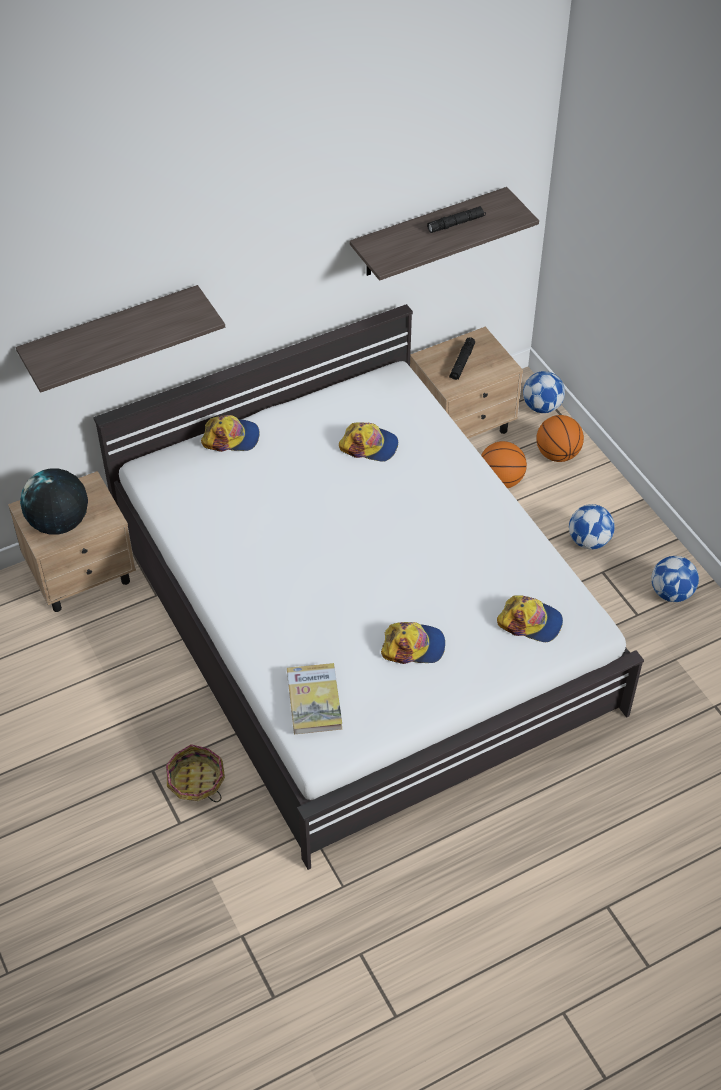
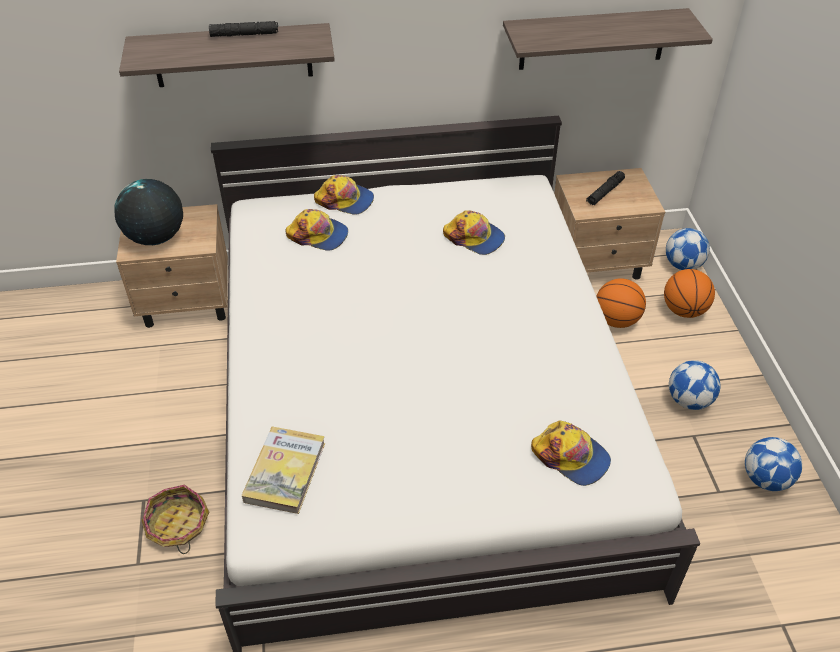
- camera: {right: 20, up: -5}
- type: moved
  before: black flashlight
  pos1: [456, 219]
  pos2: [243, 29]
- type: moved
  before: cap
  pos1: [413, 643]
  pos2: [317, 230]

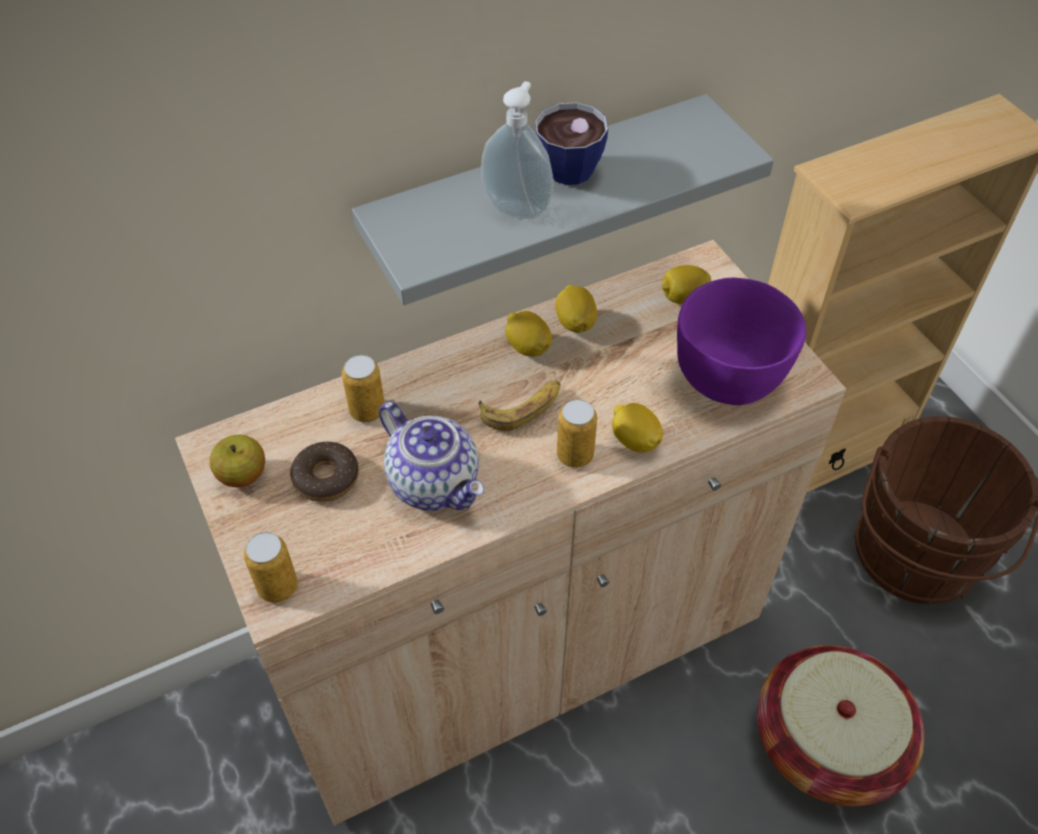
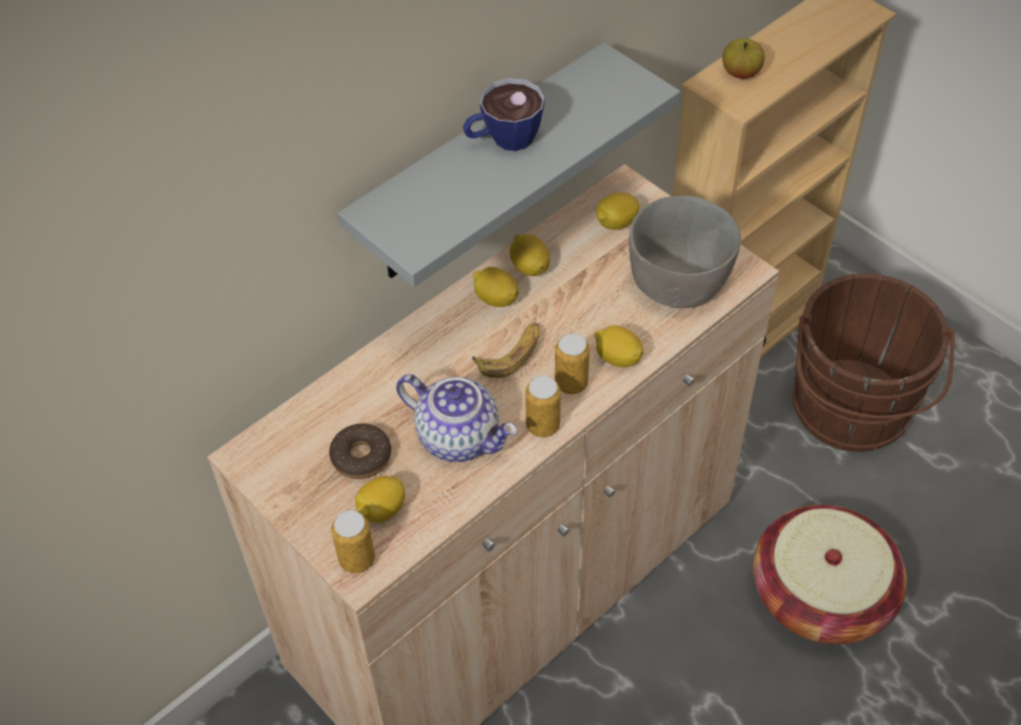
- camera: {right: -15, up: 0}
- type: added
  after: lemon
  pos2: [380, 499]
- type: moved
  before: can
  pos1: [363, 388]
  pos2: [543, 406]
- type: recoloured
  before: purple bowl
  after: grey bowl
  pos1: [741, 341]
  pos2: [685, 252]
- type: moved
  before: apple
  pos1: [237, 461]
  pos2: [744, 58]
- type: removed
  before: soap dispenser
  pos1: [517, 150]

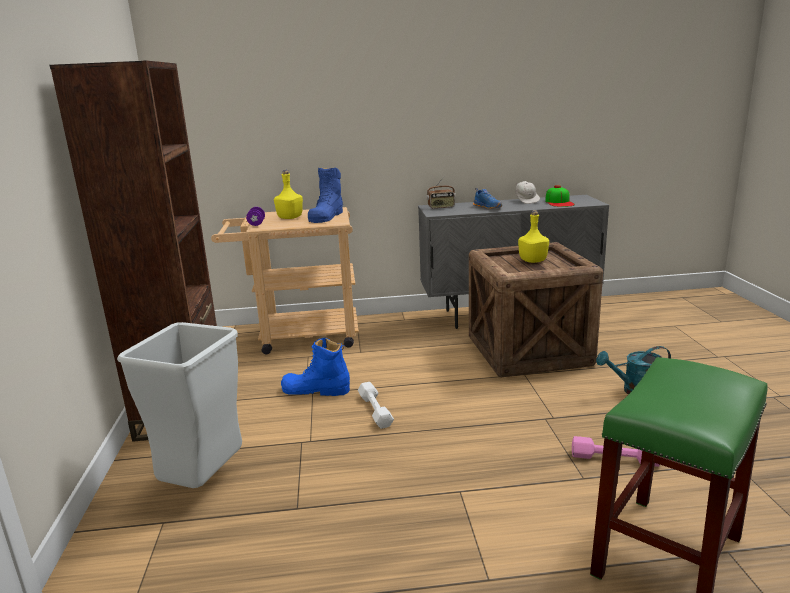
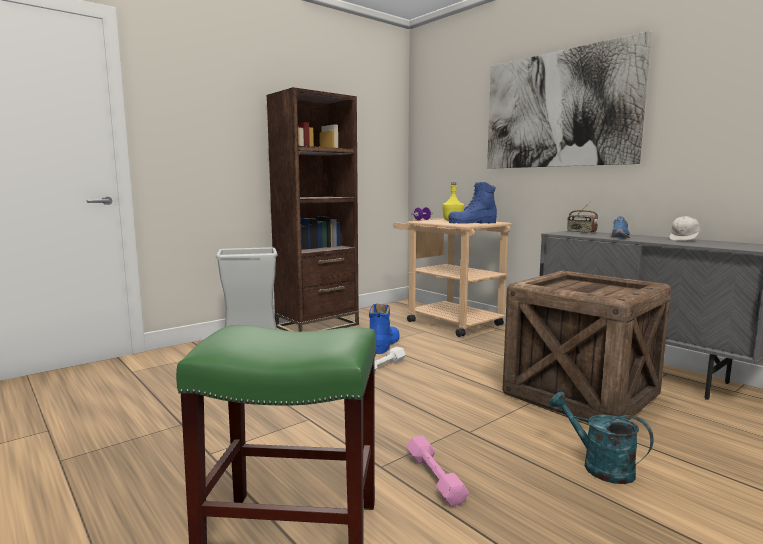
- camera: {right: 55, up: -10}
- type: turned
  before: blue boot
  pos1: [315, 367]
  pos2: [384, 329]
  turn: 45
- type: added
  after: picture
  pos2: [569, 100]
- type: removed
  before: yellow bottle
  pos1: [533, 236]
- type: removed
  before: cap
  pos1: [560, 196]

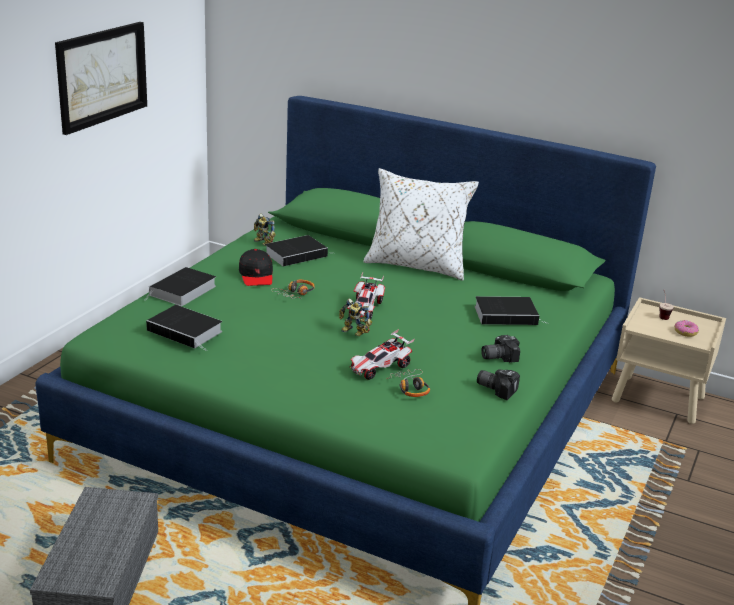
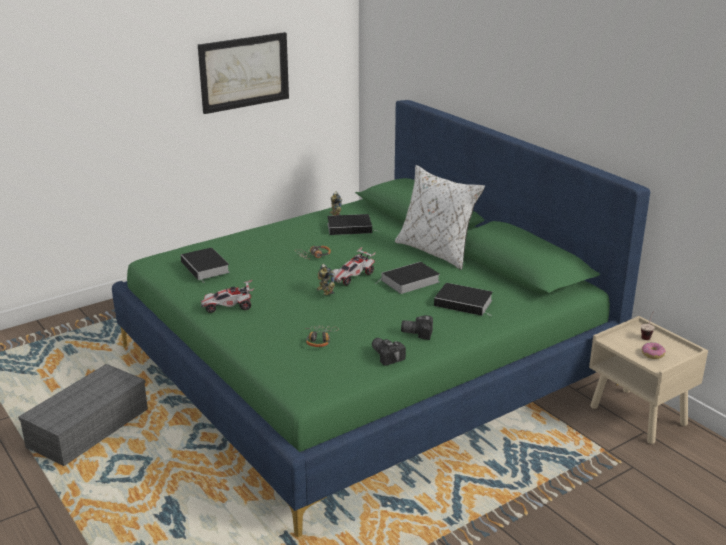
- camera: {right: 30, up: 0}
- type: moved
  before: toy car
  pos1: [382, 354]
  pos2: [227, 296]
- type: moved
  before: book
  pos1: [180, 286]
  pos2: [408, 278]
- type: removed
  before: black cap
  pos1: [256, 267]

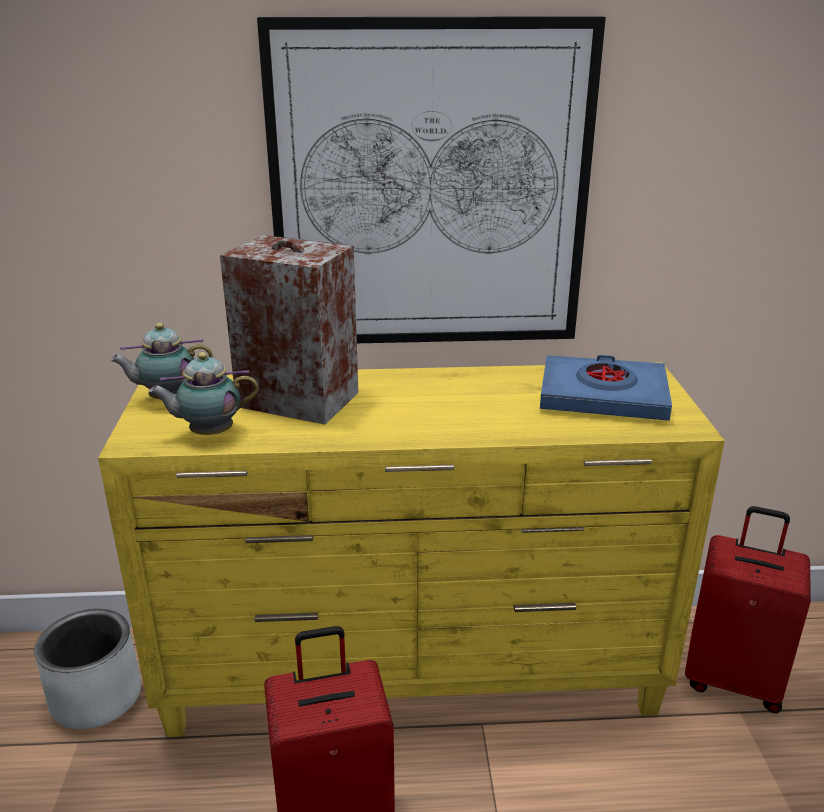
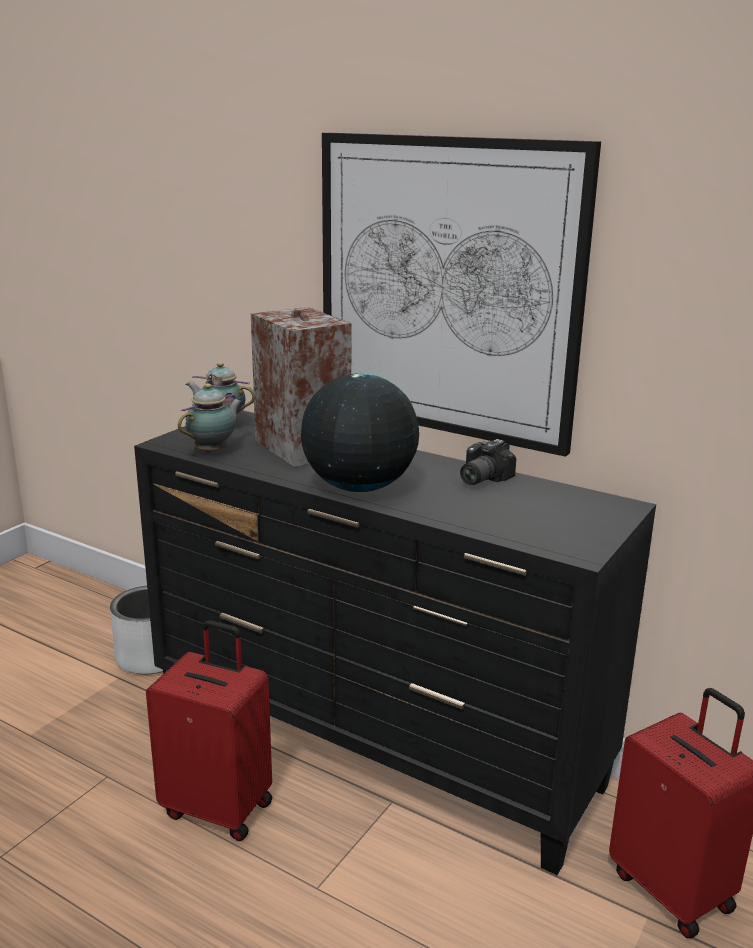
- camera: {right: 35, up: -5}
- type: recoloured
  before: yellow dresser
  after: black dresser
  pos1: [411, 549]
  pos2: [395, 642]
- type: turned
  before: teapot
  pos1: [204, 393]
  pos2: [210, 418]
  turn: 105
- type: added
  after: globe
  pos2: [360, 432]
- type: added
  after: photo camera
  pos2: [488, 462]
- type: removed
  before: blue book
  pos1: [606, 388]

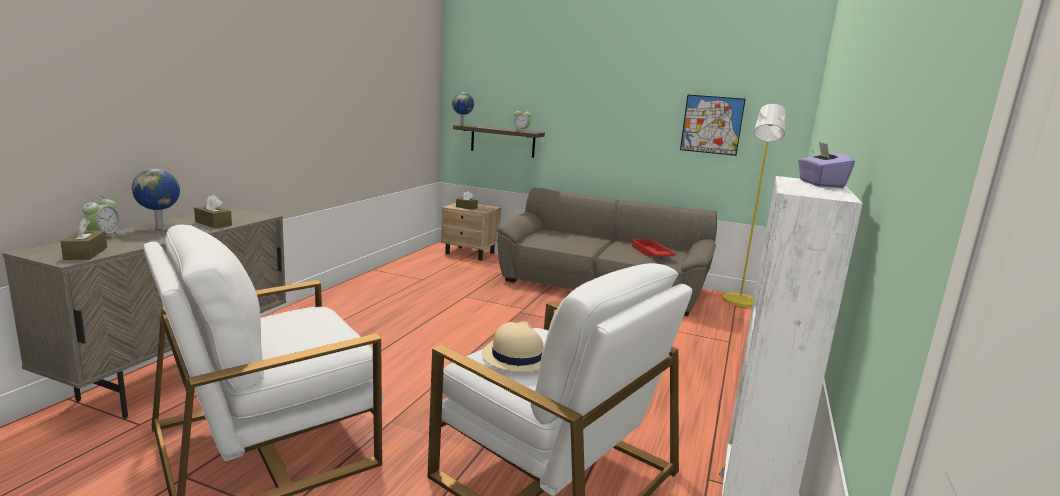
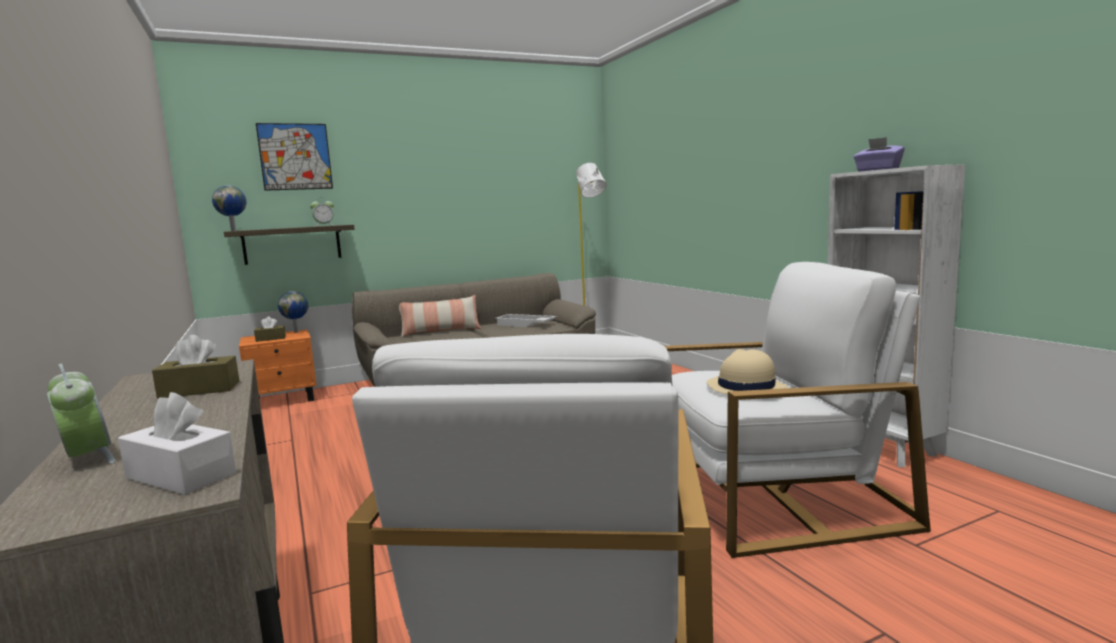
- camera: {right: -45, up: -5}
- type: recoloured
  before: brown tissue box
  after: white tissue box
  pos1: [84, 239]
  pos2: [177, 443]
- type: recoloured
  before: beige nightstand
  after: orange nightstand
  pos1: [471, 231]
  pos2: [278, 365]
- type: moved
  before: picture
  pos1: [713, 125]
  pos2: [294, 157]
- type: moved
  before: globe
  pos1: [156, 199]
  pos2: [293, 311]
- type: added
  after: pillow
  pos2: [440, 316]
- type: recoloured
  before: red tray
  after: white tray
  pos1: [654, 247]
  pos2: [526, 320]

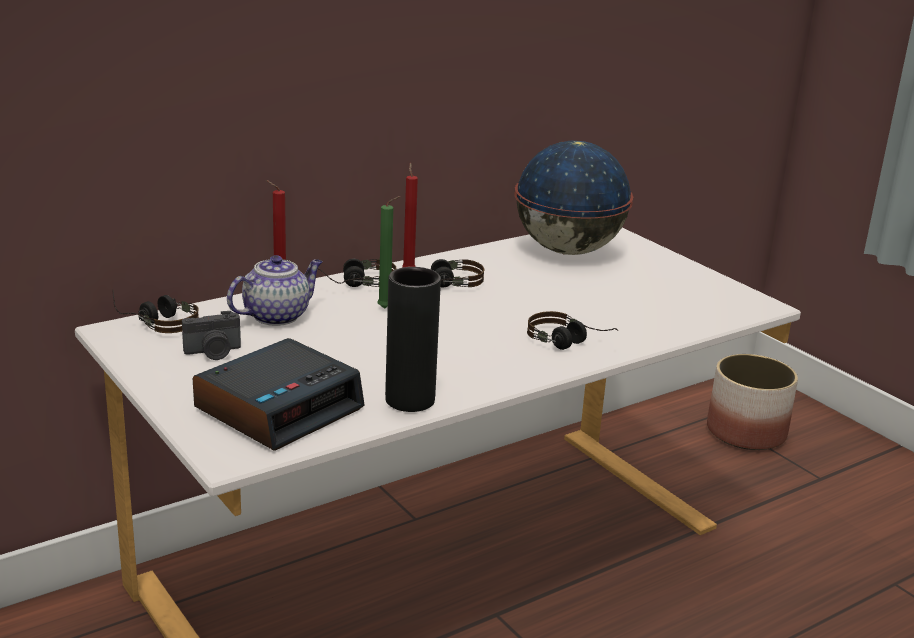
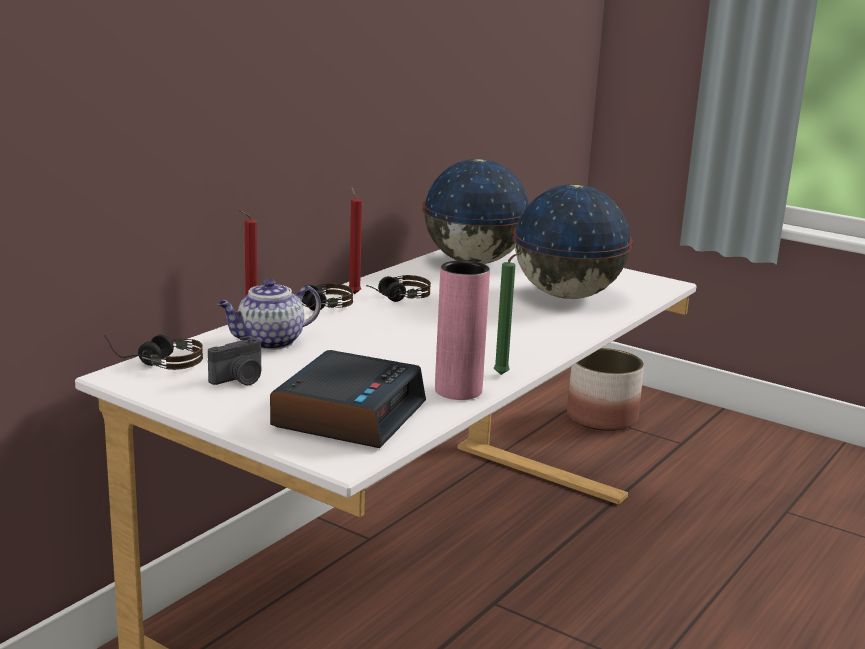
- camera: {right: -20, up: -5}
- type: turned
  before: teapot
  pos1: [275, 290]
  pos2: [269, 314]
  turn: -150
- type: recoloured
  before: black vase
  after: pink vase
  pos1: [413, 339]
  pos2: [462, 330]
- type: moved
  before: green candle
  pos1: [388, 252]
  pos2: [508, 313]
- type: added
  after: globe
  pos2: [573, 241]
- type: removed
  before: headphones
  pos1: [572, 330]

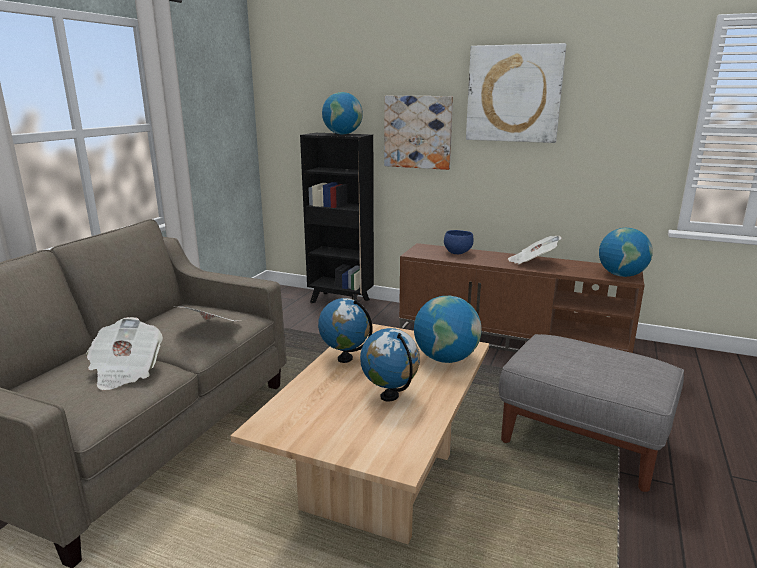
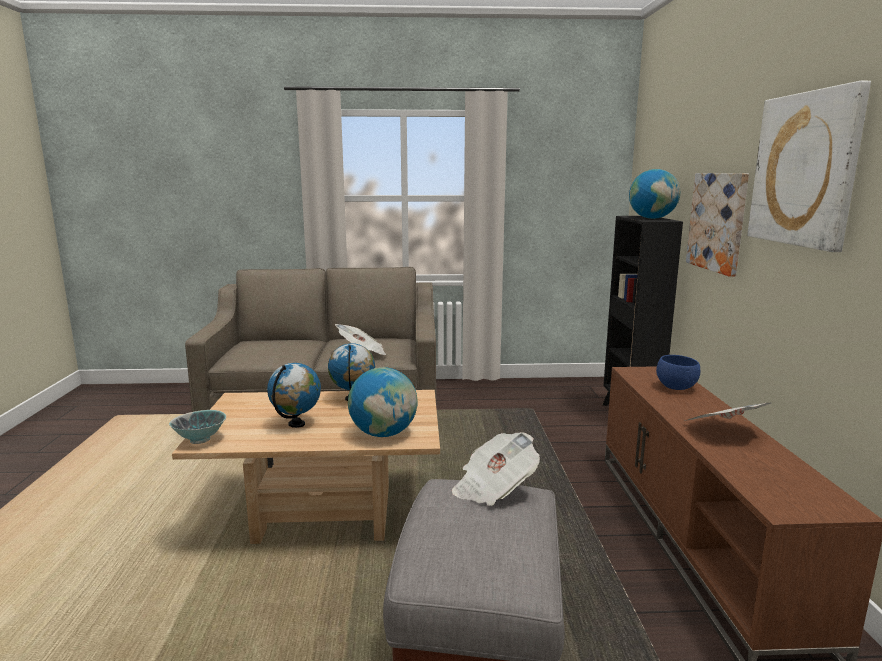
- camera: {right: 65, up: -5}
- type: added
  after: bowl
  pos2: [197, 427]
- type: moved
  before: newspaper
  pos1: [124, 353]
  pos2: [496, 469]
- type: removed
  before: globe
  pos1: [626, 252]

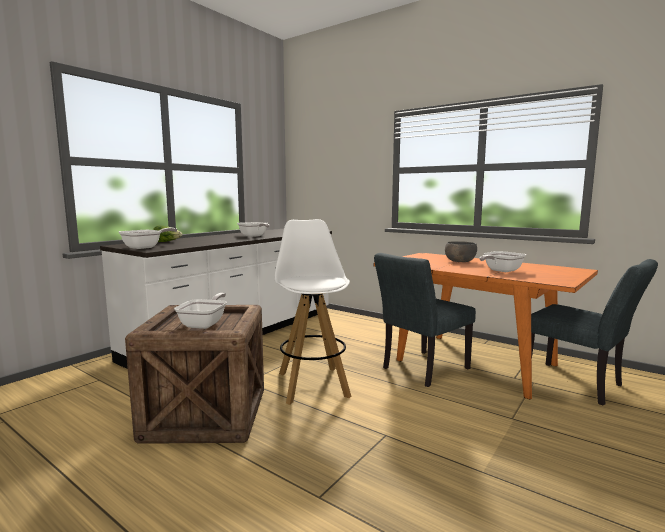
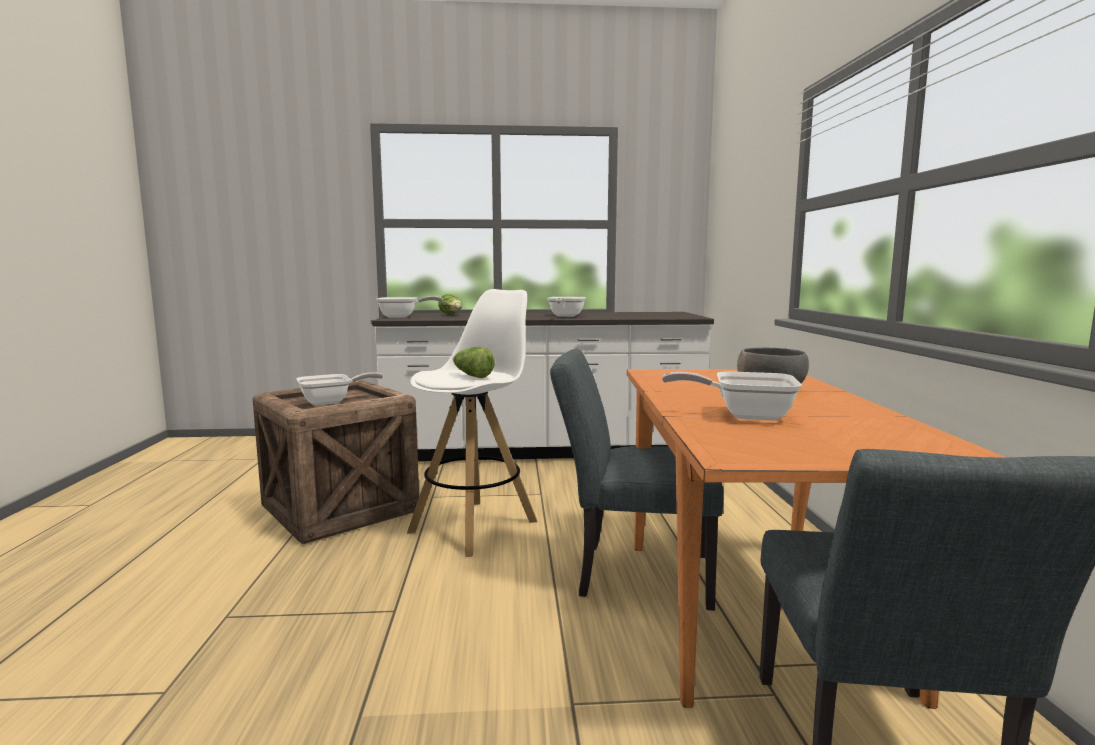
- camera: {right: 50, up: 0}
- type: added
  after: lettuce
  pos2: [474, 362]

